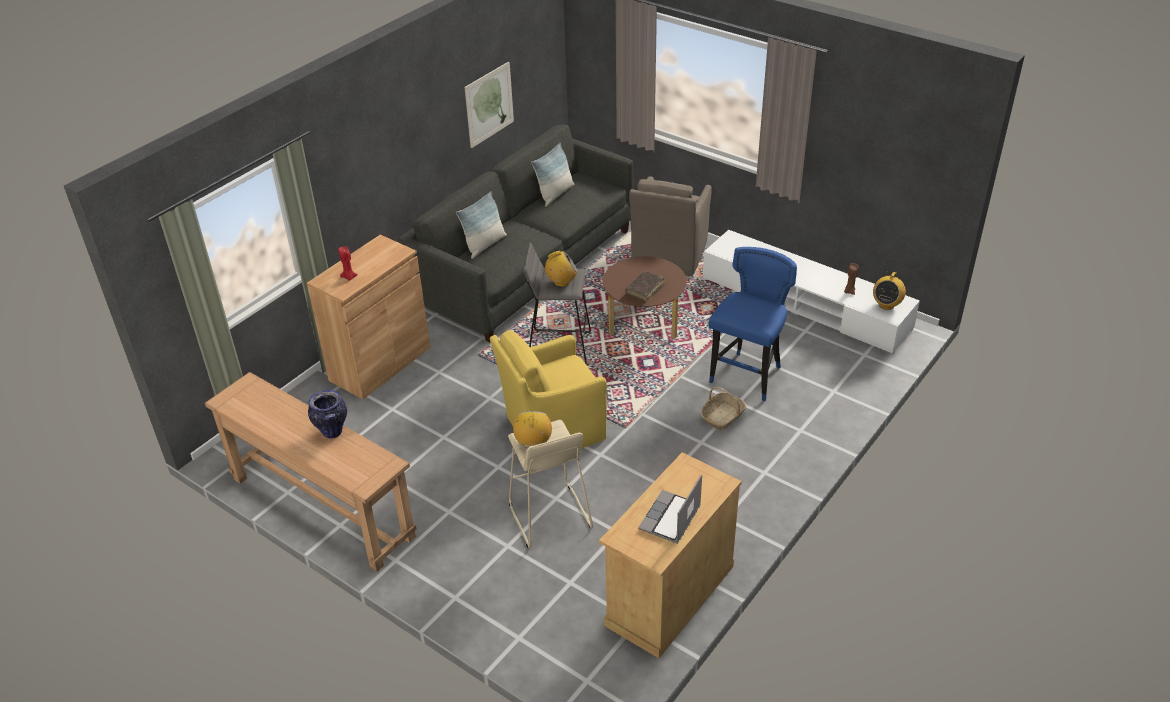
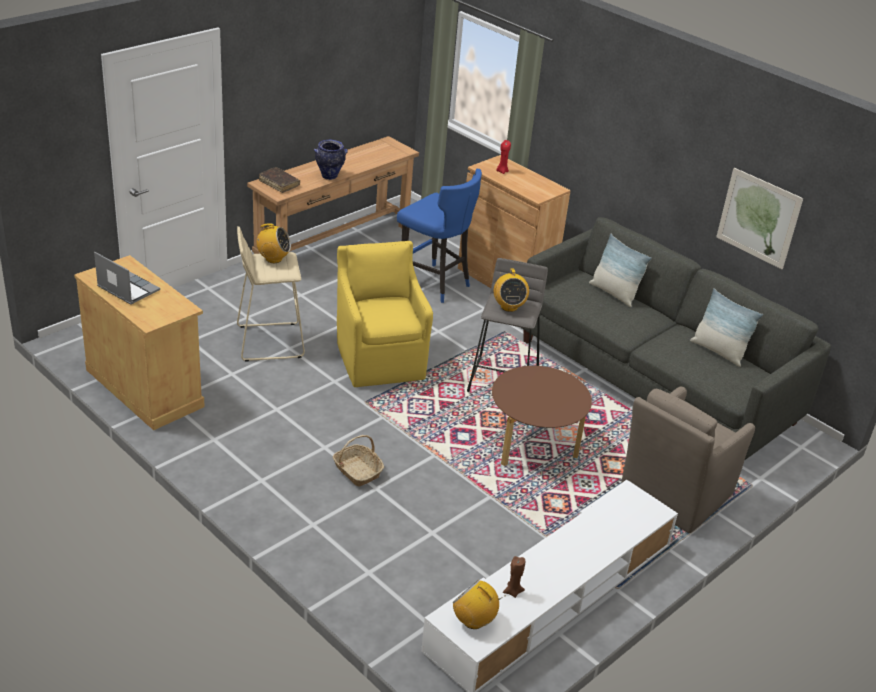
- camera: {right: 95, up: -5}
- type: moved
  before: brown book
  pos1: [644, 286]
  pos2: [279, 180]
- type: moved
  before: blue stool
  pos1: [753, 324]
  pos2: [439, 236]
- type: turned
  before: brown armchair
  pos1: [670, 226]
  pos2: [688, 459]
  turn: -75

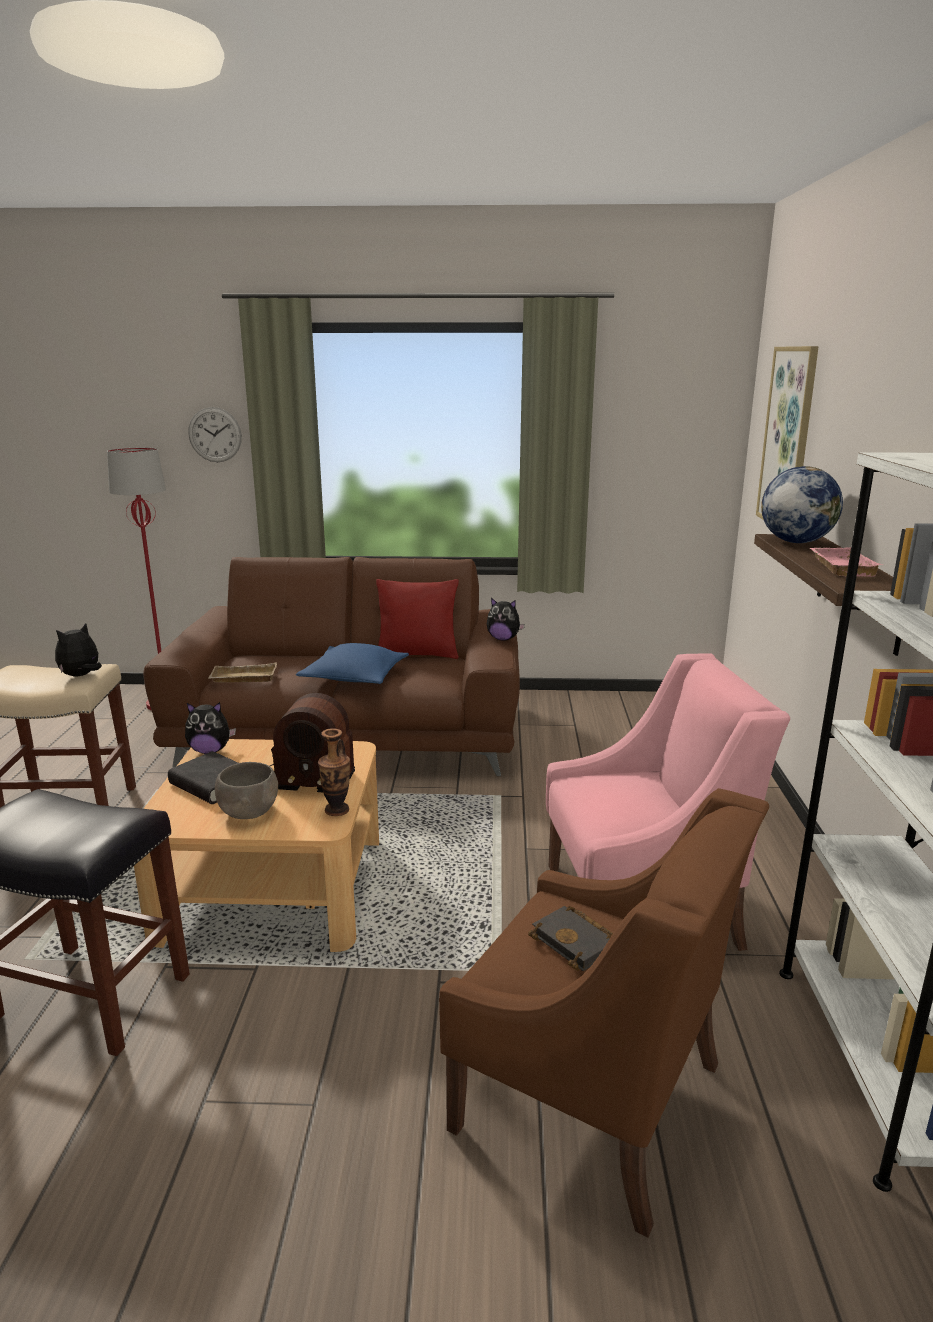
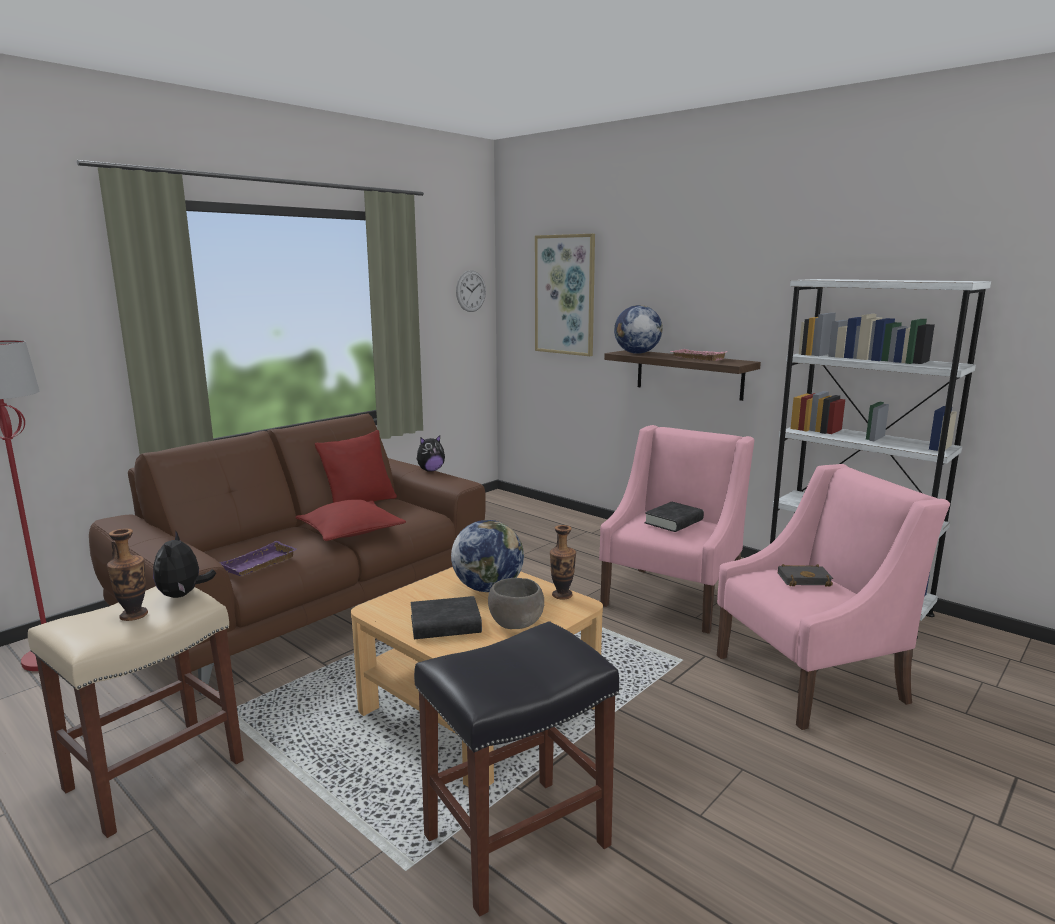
- camera: {right: -50, up: -5}
- type: added
  after: vase
  pos2: [127, 574]
- type: recoloured
  before: beige tray
  after: purple tray
  pos1: [243, 672]
  pos2: [257, 558]
- type: recoloured
  before: blue pillow
  after: red pillow
  pos1: [352, 663]
  pos2: [351, 520]
- type: replaced
  before: radio
  after: globe
  pos1: [312, 742]
  pos2: [487, 556]
- type: moved
  before: wall clock
  pos1: [215, 434]
  pos2: [471, 291]
- type: added
  after: black book
  pos2: [674, 516]
- type: recoloured
  before: brown armchair
  after: pink armchair
  pos1: [604, 1013]
  pos2: [833, 597]
- type: removed
  before: plush toy
  pos1: [210, 728]

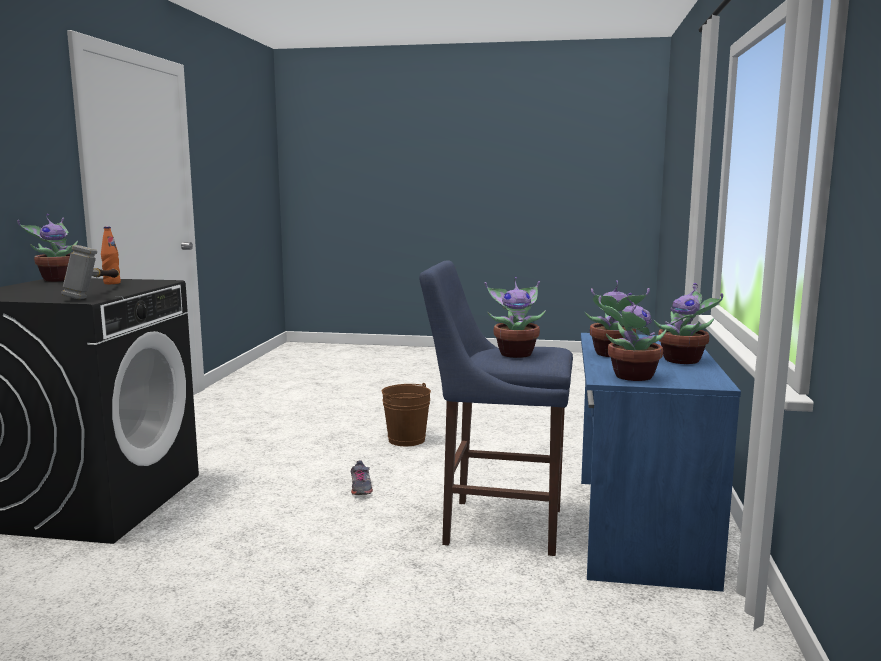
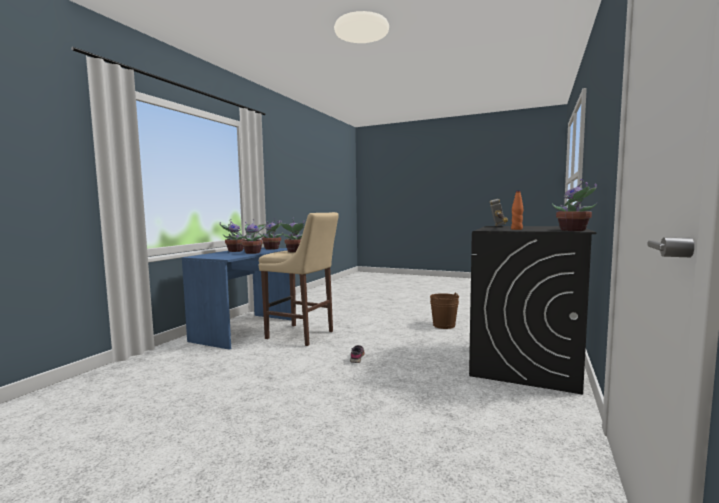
- camera: {right: -165, up: -5}
- type: recoloured
  before: blue stool
  after: beige stool
  pos1: [496, 408]
  pos2: [299, 279]
- type: moved
  before: brown bucket
  pos1: [406, 414]
  pos2: [444, 311]

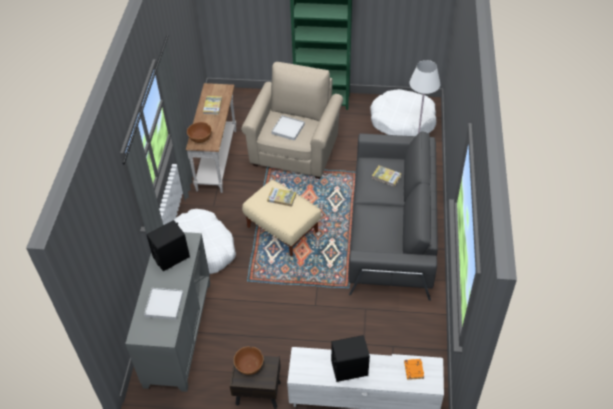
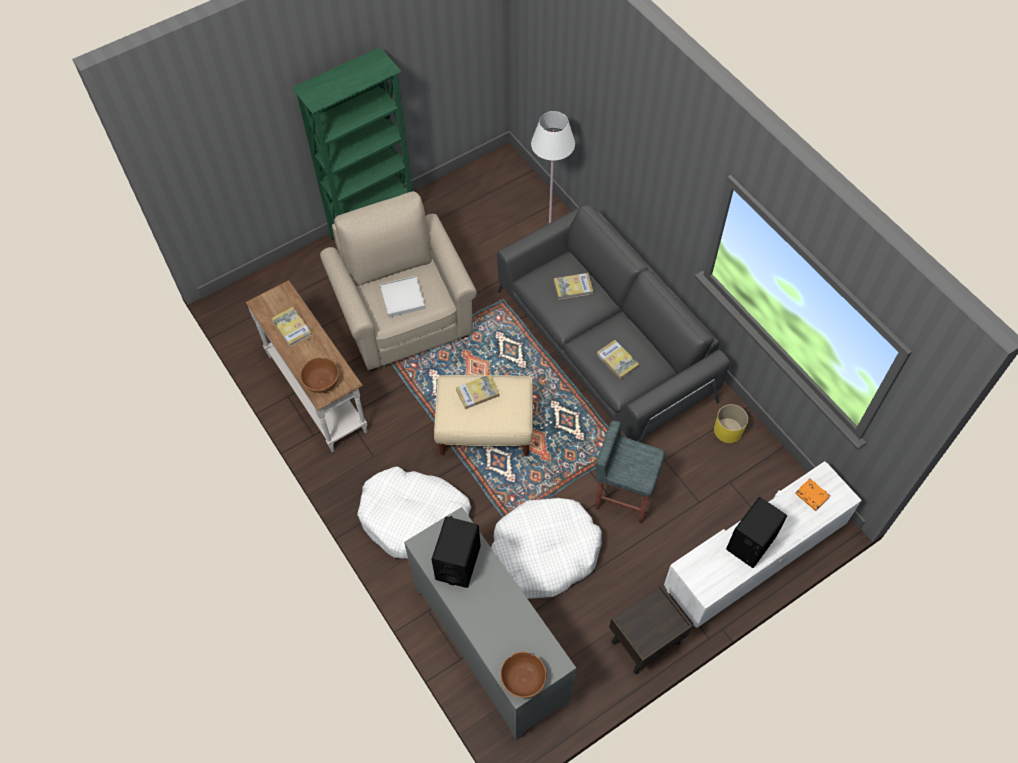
- camera: {right: -40, up: 10}
- type: moved
  before: white dog bed
  pos1: [403, 112]
  pos2: [546, 548]
- type: moved
  before: brown bowl
  pos1: [249, 360]
  pos2: [523, 675]
- type: added
  after: grey stool
  pos2: [630, 472]
- type: added
  after: book
  pos2: [618, 359]
- type: added
  after: yellow planter
  pos2: [731, 423]
- type: removed
  before: white tray
  pos1: [163, 304]

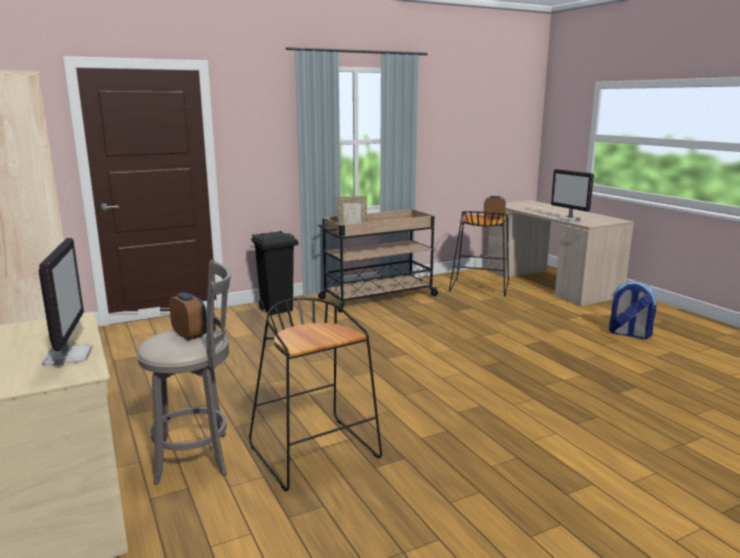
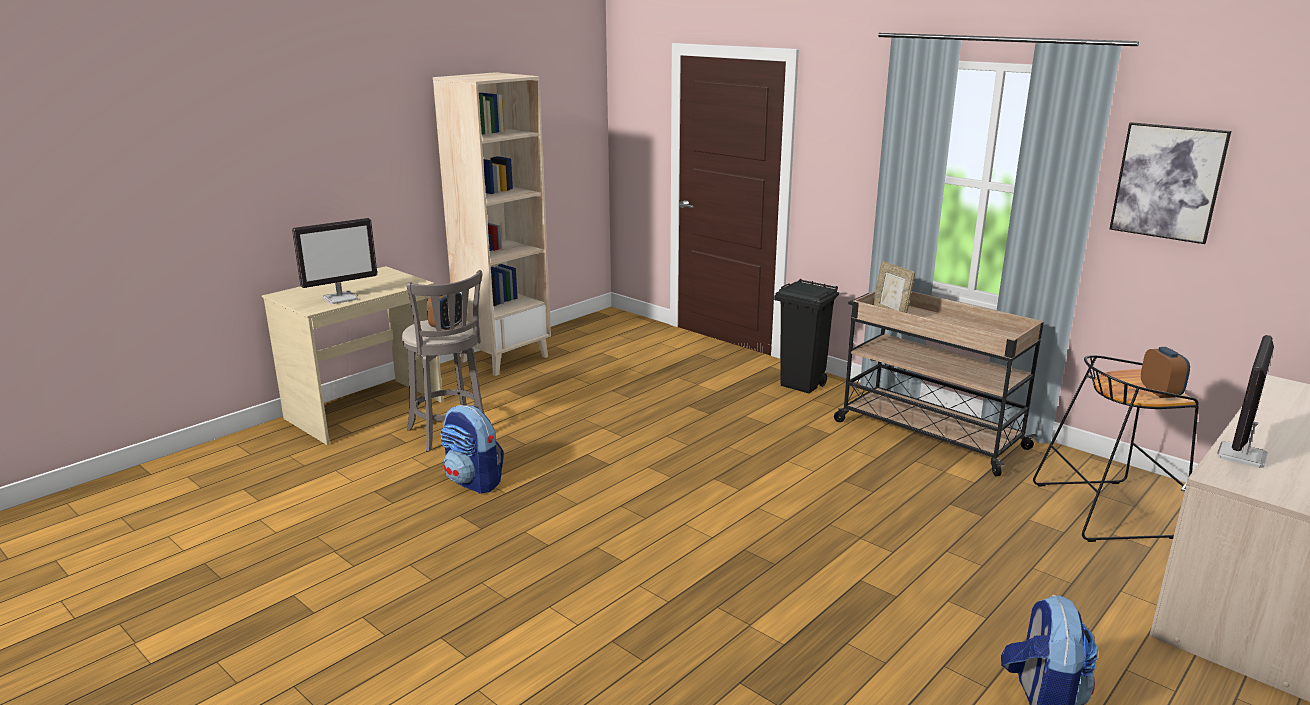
- camera: {right: 70, up: 5}
- type: replaced
  before: black stool
  after: backpack
  pos1: [315, 394]
  pos2: [471, 449]
- type: added
  after: picture
  pos2: [1170, 183]

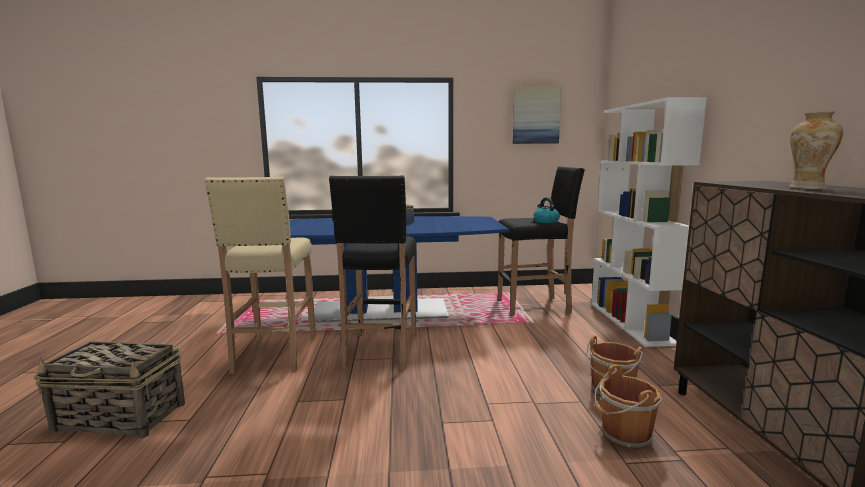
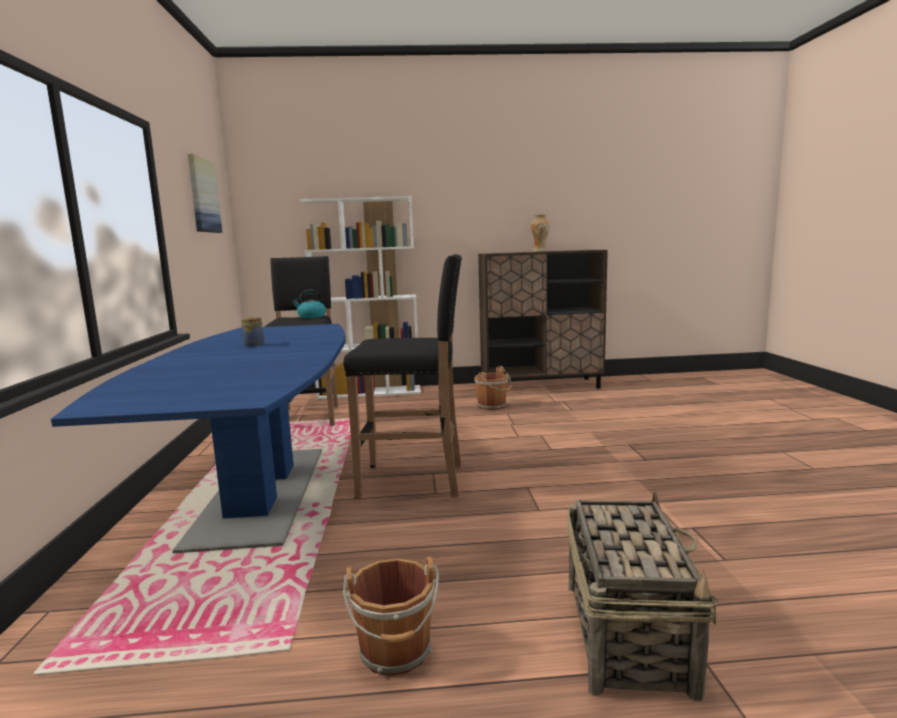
- camera: {right: -90, up: 0}
- type: moved
  before: brown bucket
  pos1: [628, 407]
  pos2: [391, 616]
- type: removed
  before: beige stool
  pos1: [260, 275]

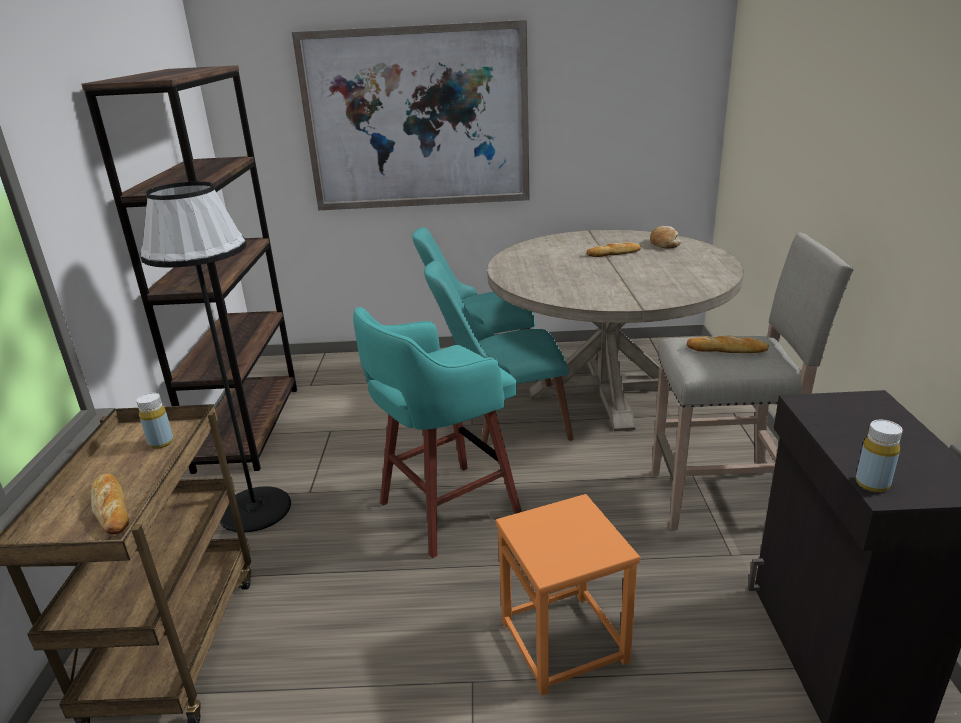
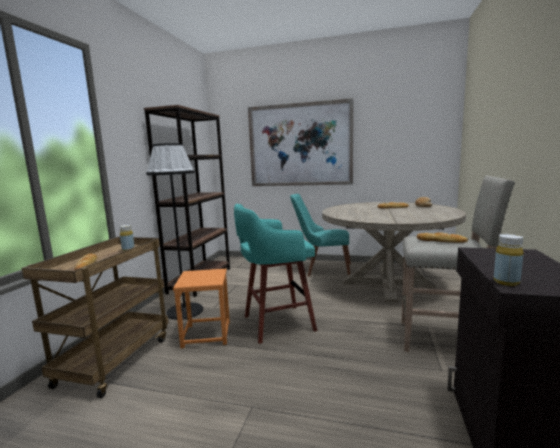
- camera: {right: 15, up: -15}
- type: moved
  before: orange stool
  pos1: [567, 594]
  pos2: [201, 308]
- type: removed
  before: turquoise chair
  pos1: [499, 352]

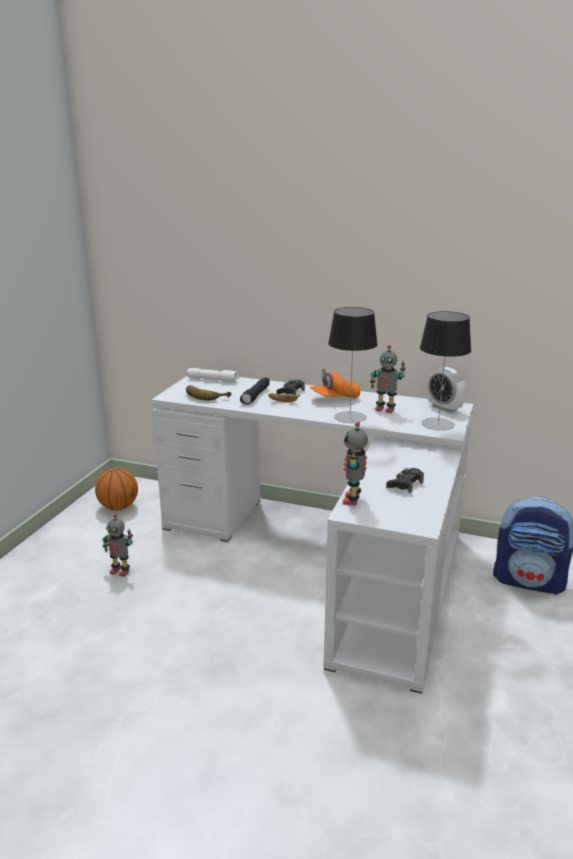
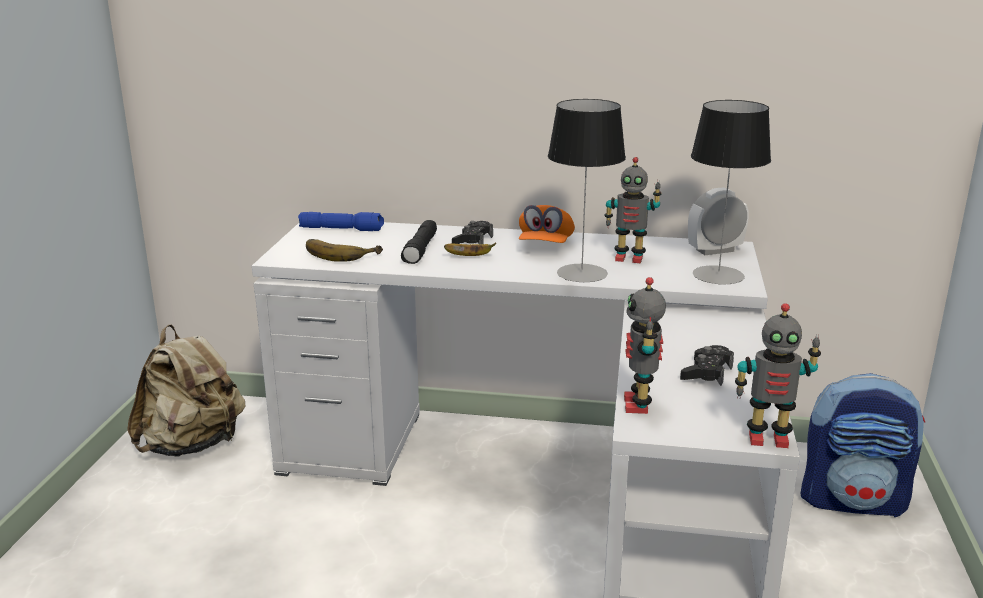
- camera: {right: -10, up: 0}
- type: replaced
  before: basketball
  after: beige backpack
  pos1: [116, 489]
  pos2: [186, 391]
- type: recoloured
  before: white flashlight
  after: blue flashlight
  pos1: [213, 375]
  pos2: [341, 221]
- type: turned
  before: orange cap
  pos1: [335, 384]
  pos2: [547, 224]
  turn: -45
- type: turned
  before: alarm clock
  pos1: [447, 390]
  pos2: [718, 221]
  turn: 120
- type: moved
  before: toy robot
  pos1: [118, 545]
  pos2: [778, 375]

